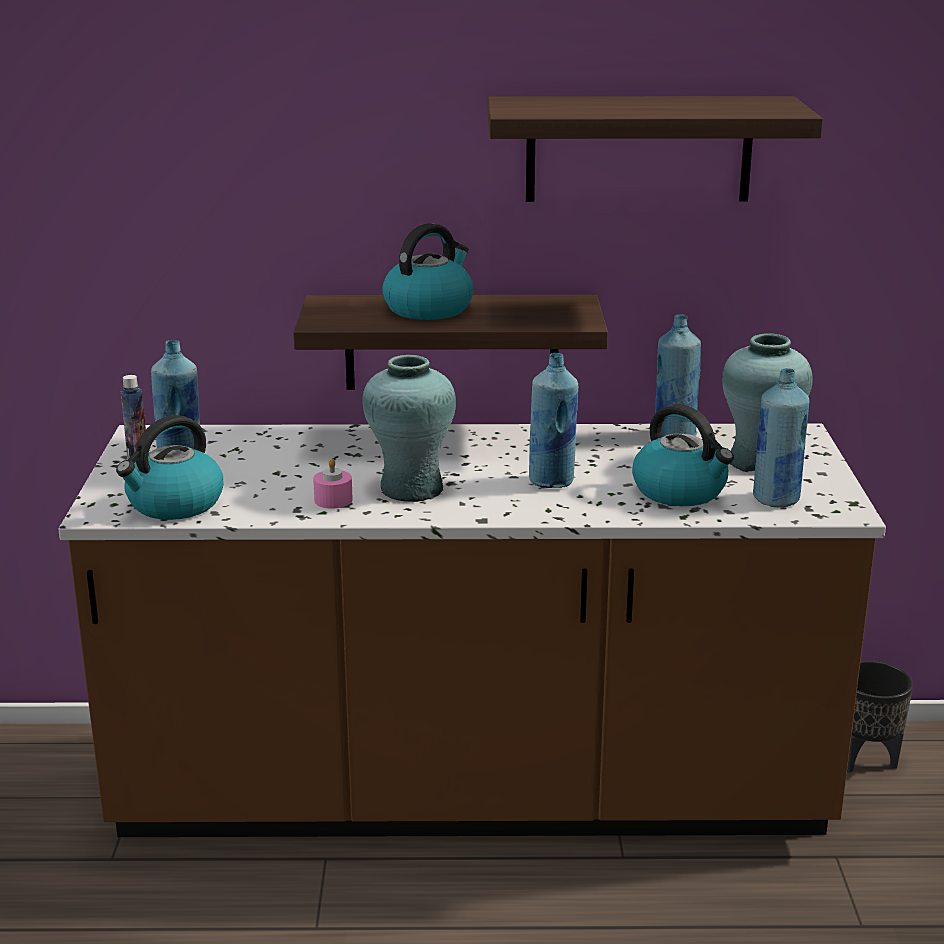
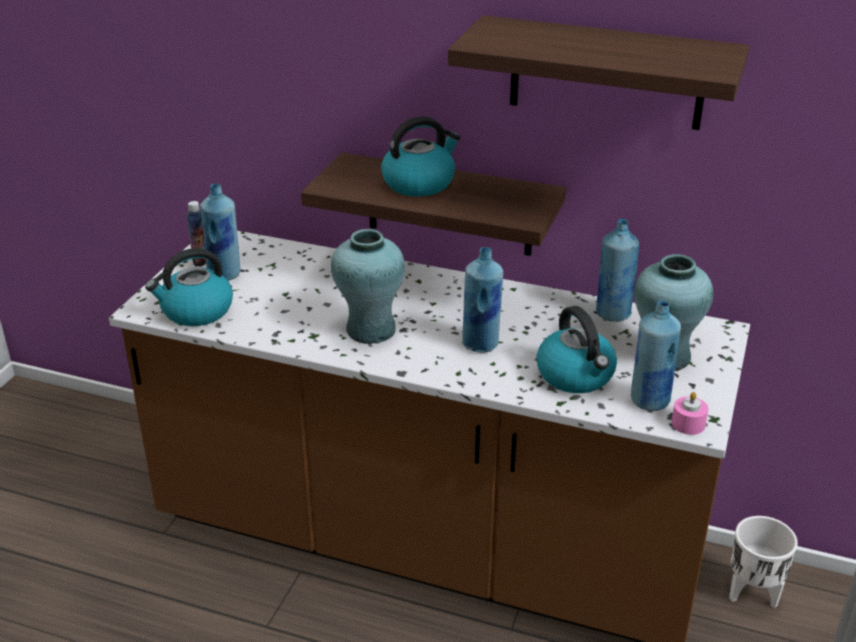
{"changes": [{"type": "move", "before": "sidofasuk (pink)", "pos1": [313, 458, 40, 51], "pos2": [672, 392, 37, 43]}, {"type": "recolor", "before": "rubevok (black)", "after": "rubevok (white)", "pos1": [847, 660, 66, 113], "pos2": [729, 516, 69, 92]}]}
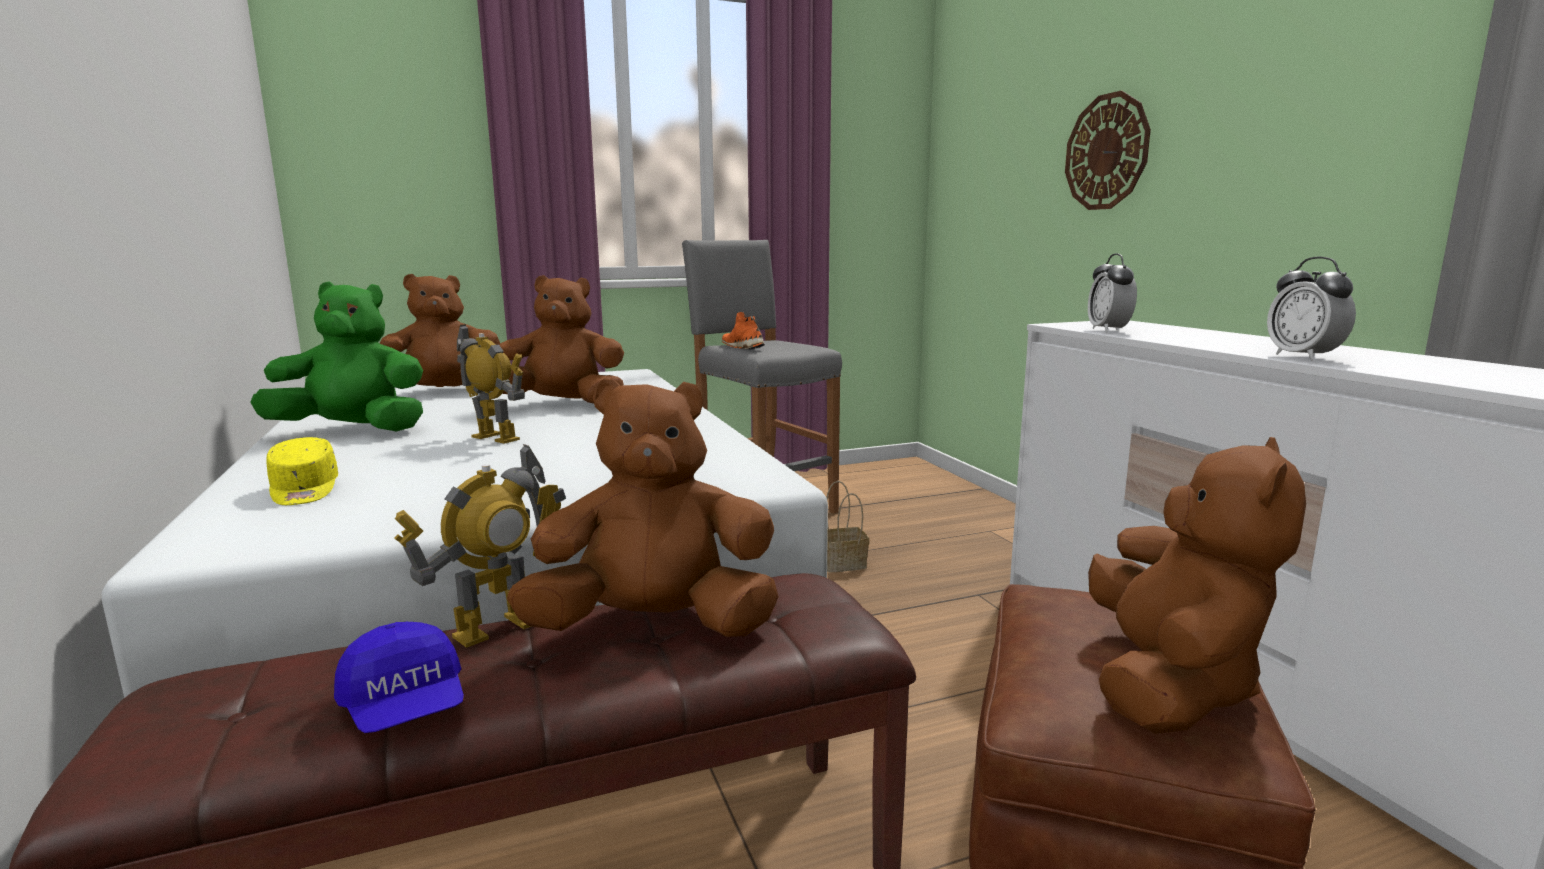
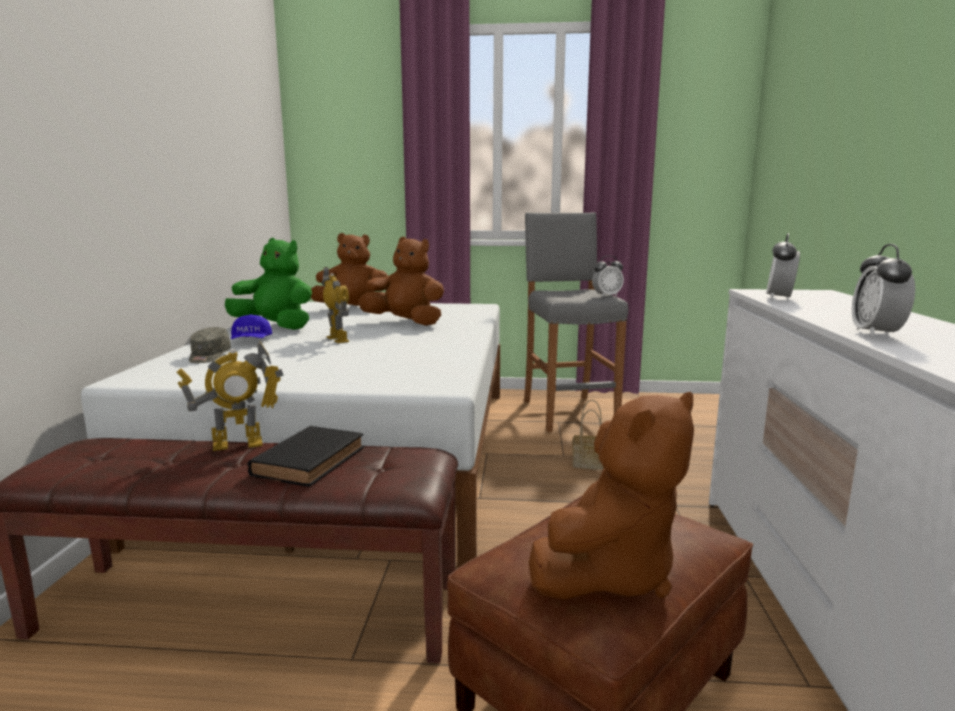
{"changes": [{"type": "delete", "before": "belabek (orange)", "pos1": [722, 312, 43, 37]}, {"type": "delete", "before": "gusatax", "pos1": [1065, 91, 86, 119]}, {"type": "insert", "after": "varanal", "pos2": [592, 256, 32, 41]}, {"type": "move", "before": "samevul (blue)", "pos1": [334, 622, 130, 111], "pos2": [231, 314, 41, 25]}, {"type": "replace", "before": "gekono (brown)", "after": "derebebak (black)", "pos1": [507, 378, 272, 259], "pos2": [247, 426, 117, 61]}, {"type": "recolor", "before": "samevul (yellow)", "after": "samevul (grey)", "pos1": [266, 437, 72, 68], "pos2": [189, 327, 42, 36]}]}
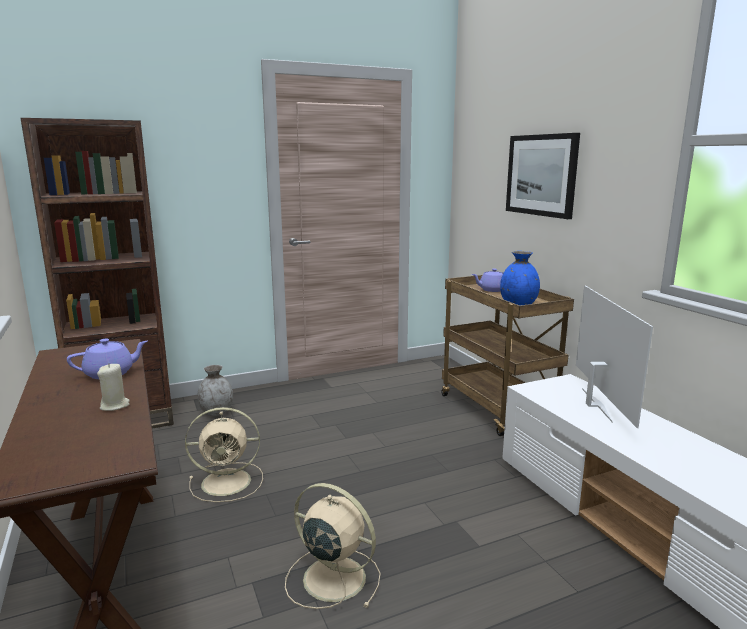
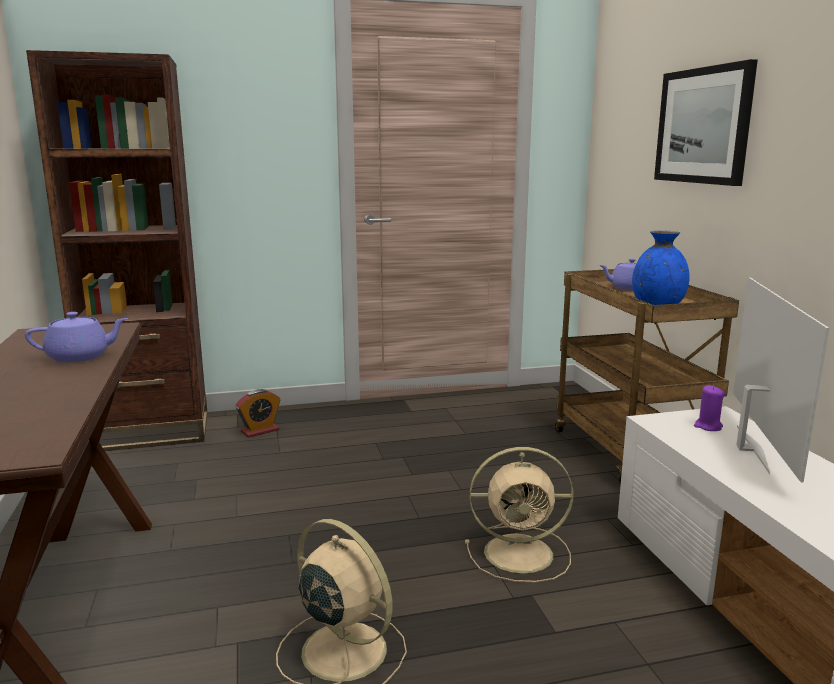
{"changes": [{"type": "delete", "before": "sidofasuk (beige)", "pos1": [97, 364, 33, 47]}, {"type": "insert", "after": "sidofasuk (purple)", "pos2": [694, 385, 31, 46]}, {"type": "move", "before": "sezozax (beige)", "pos1": [185, 407, 78, 95], "pos2": [465, 447, 109, 136]}, {"type": "replace", "before": "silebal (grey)", "after": "varanal", "pos1": [197, 365, 36, 51], "pos2": [236, 389, 44, 49]}]}
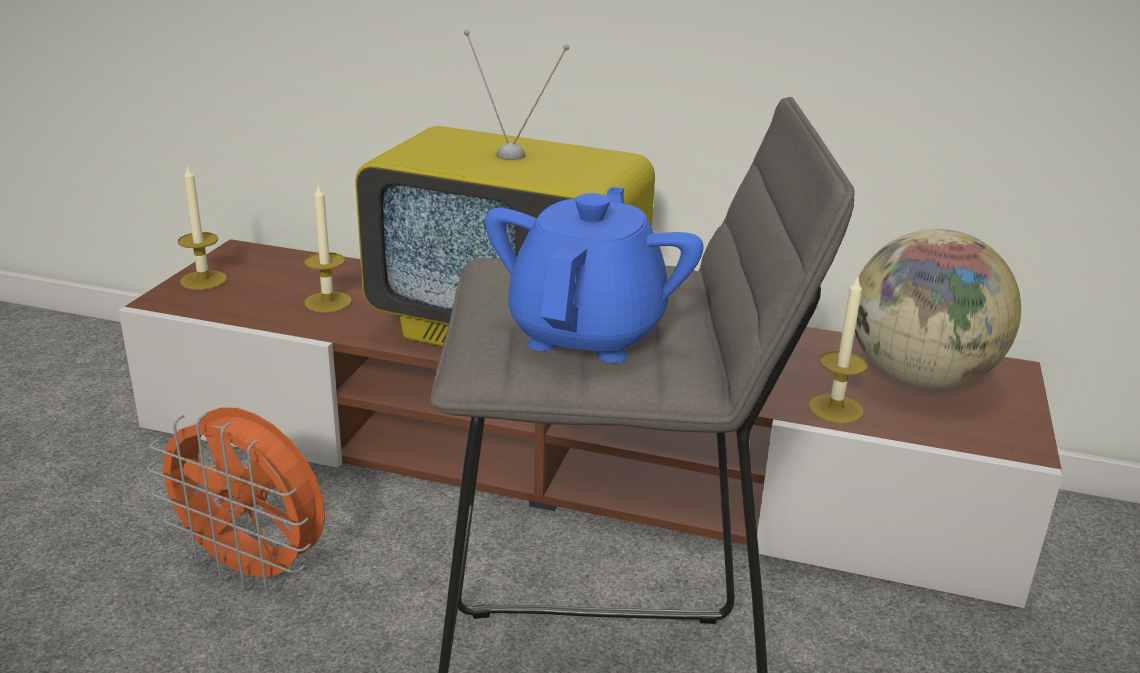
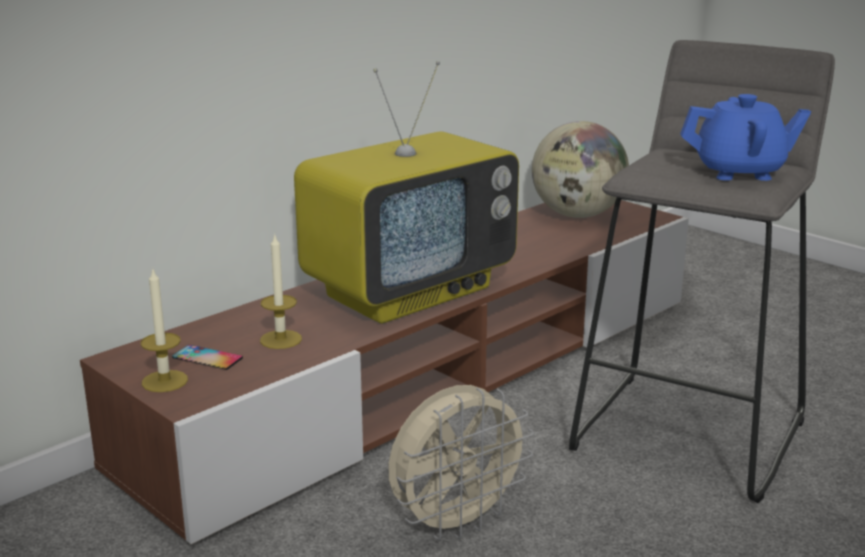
{"changes": [{"type": "delete", "before": "sidofasuk", "pos1": [808, 277, 60, 147]}, {"type": "insert", "after": "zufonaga", "pos2": [172, 345, 71, 25]}, {"type": "recolor", "before": "sezozax (orange)", "after": "sezozax (beige)", "pos1": [147, 407, 178, 185], "pos2": [388, 385, 146, 155]}, {"type": "rotate", "before": "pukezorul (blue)", "pos1": [485, 187, 219, 176], "pos2": [680, 94, 131, 87], "turn": 135}]}
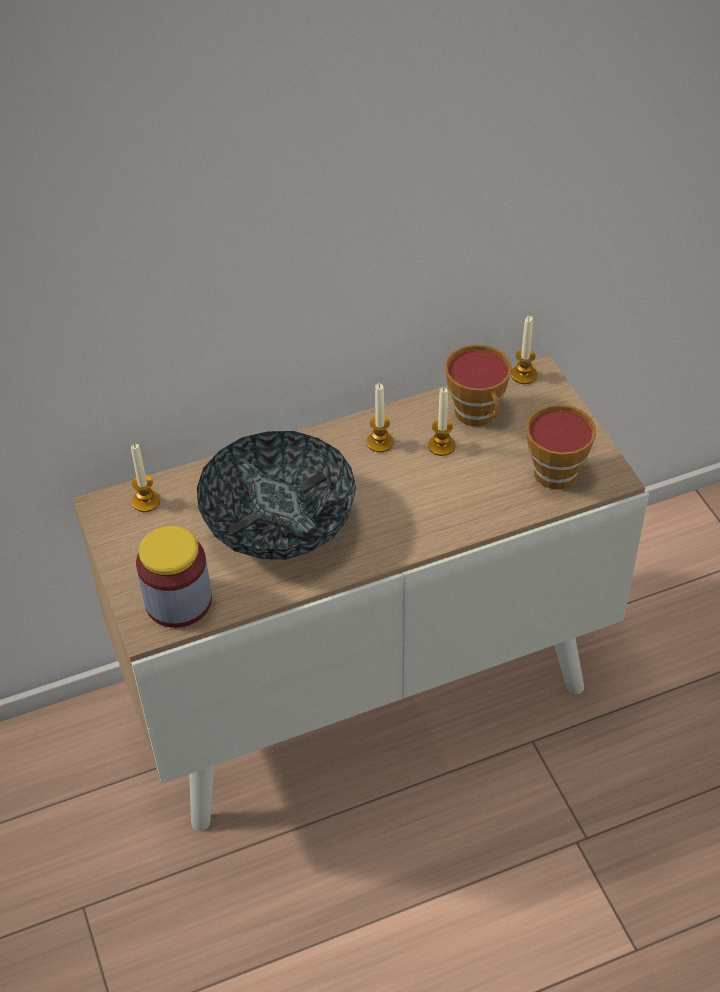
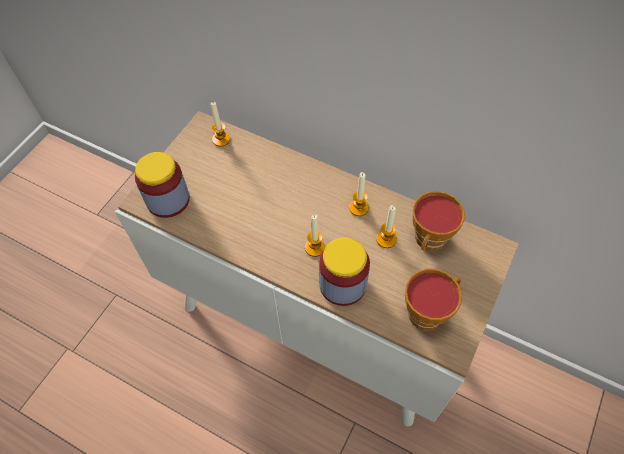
{"changes": [{"type": "delete", "before": "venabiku", "pos1": [197, 431, 159, 129]}, {"type": "insert", "after": "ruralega", "pos2": [319, 237, 51, 69]}, {"type": "move", "before": "sidofasuk", "pos1": [511, 316, 26, 68], "pos2": [305, 214, 20, 43]}]}
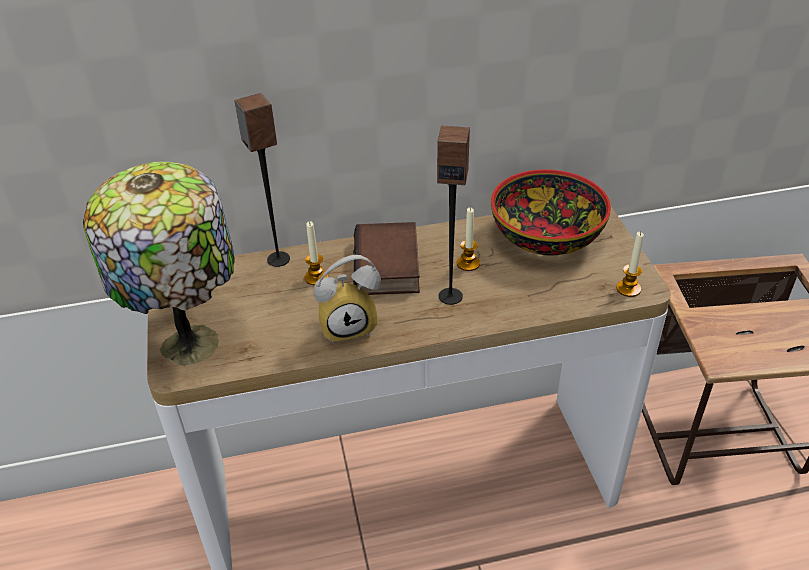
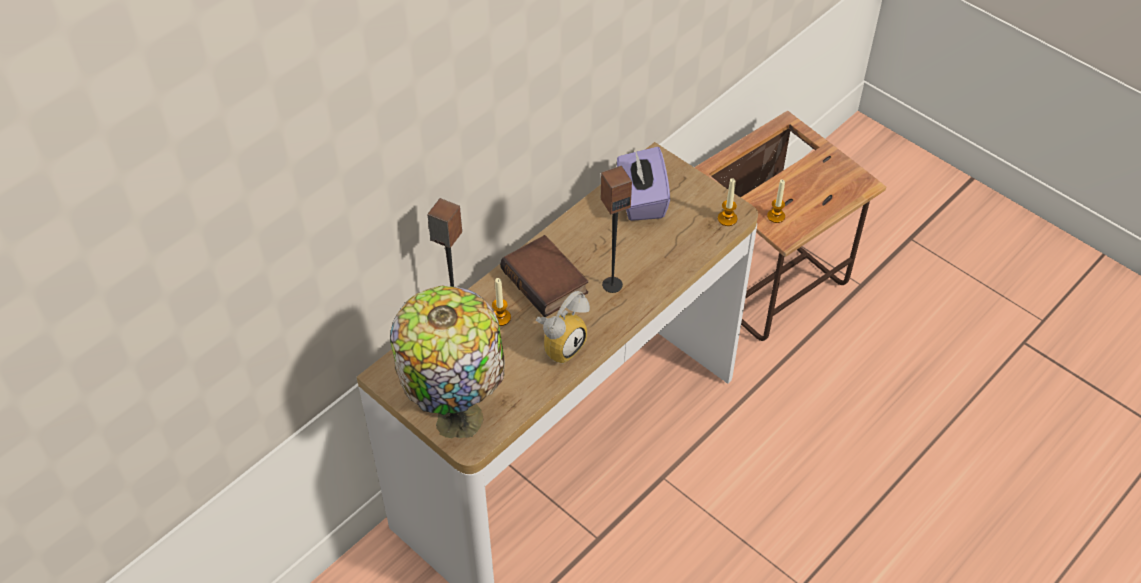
{"changes": [{"type": "move", "before": "sidofasuk", "pos1": [457, 207, 23, 64], "pos2": [767, 179, 18, 44]}, {"type": "replace", "before": "venabiku", "after": "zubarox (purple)", "pos1": [491, 169, 120, 87], "pos2": [617, 147, 53, 74]}]}
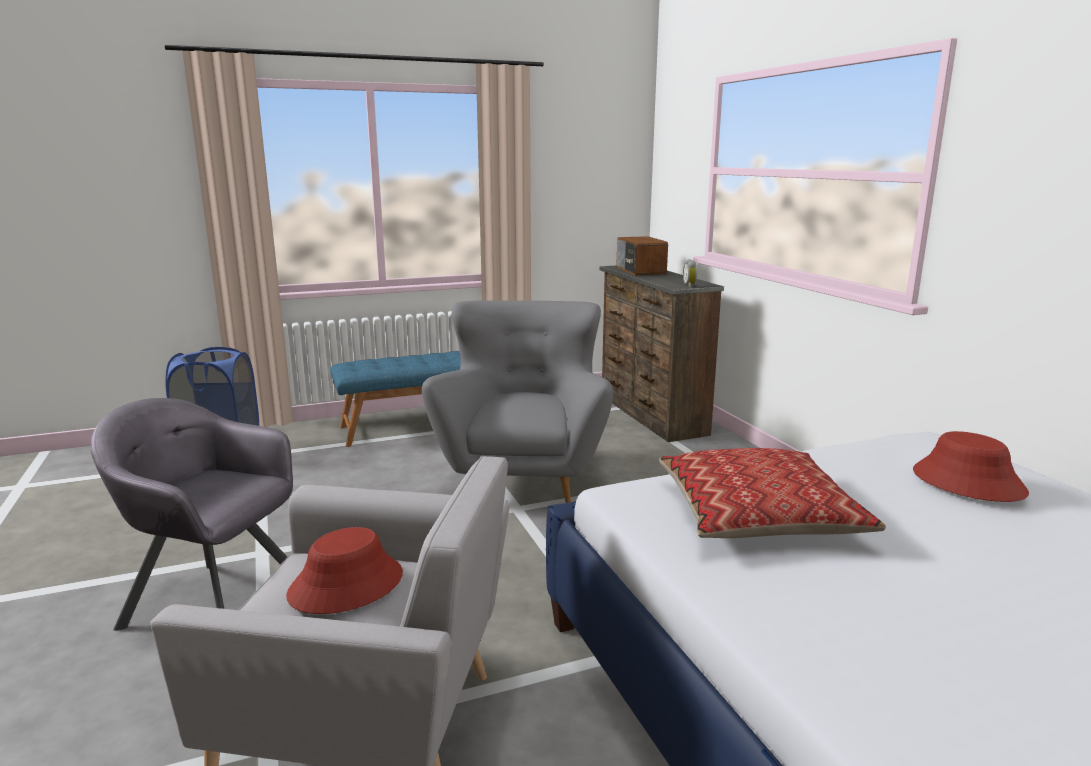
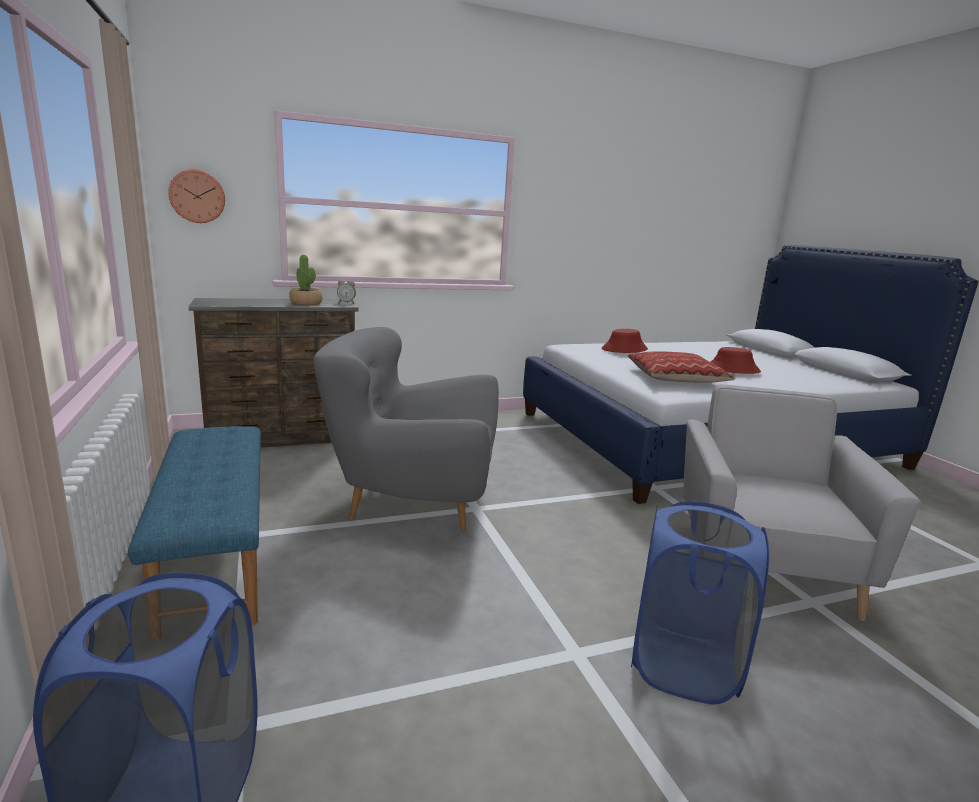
{"changes": [{"type": "delete", "before": "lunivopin", "pos1": [616, 236, 52, 39]}, {"type": "insert", "after": "gusatax", "pos2": [168, 169, 57, 54]}, {"type": "insert", "after": "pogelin", "pos2": [289, 255, 34, 50]}, {"type": "move", "before": "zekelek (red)", "pos1": [286, 527, 117, 87], "pos2": [711, 347, 50, 27]}, {"type": "replace", "before": "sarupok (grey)", "after": "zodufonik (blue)", "pos1": [91, 398, 202, 233], "pos2": [631, 500, 138, 205]}]}
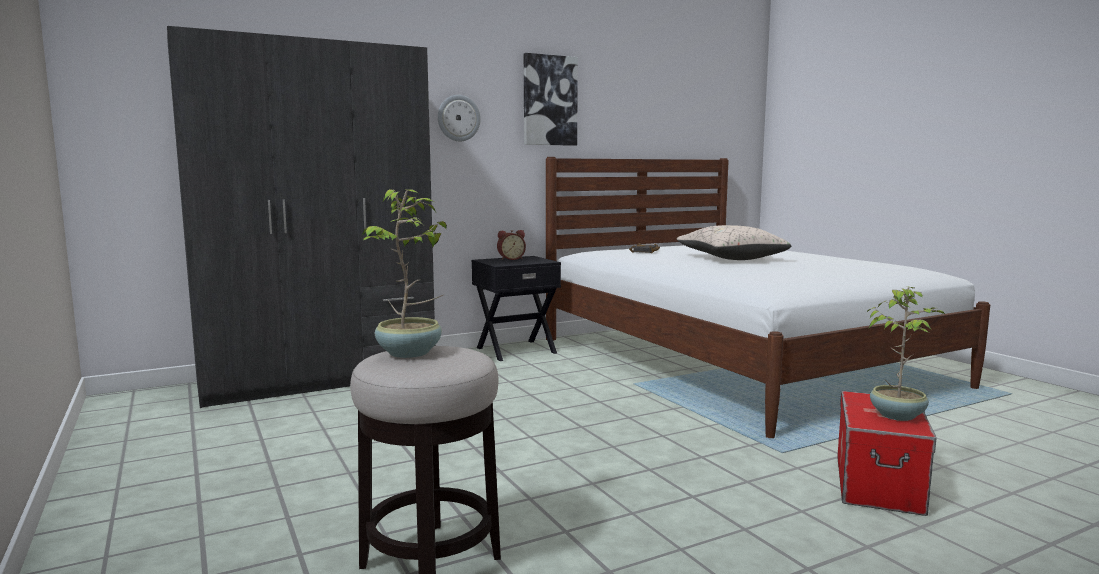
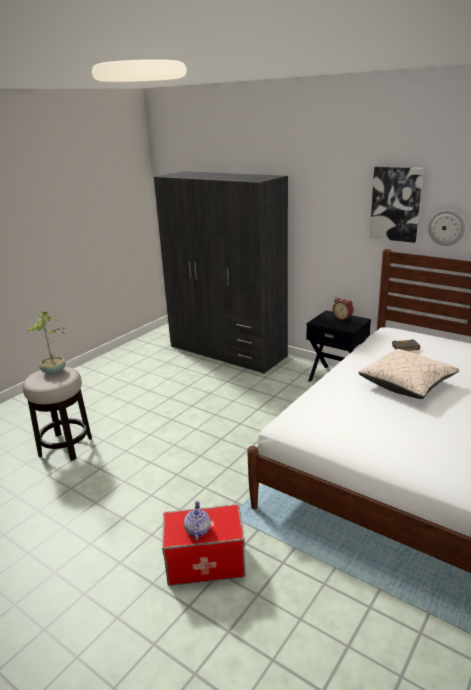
{"changes": [{"type": "move", "before": "gusatax", "pos1": [438, 95, 43, 46], "pos2": [428, 210, 38, 36]}, {"type": "replace", "before": "pogelin", "after": "pukezorul", "pos1": [867, 286, 78, 135], "pos2": [184, 501, 27, 39]}]}
